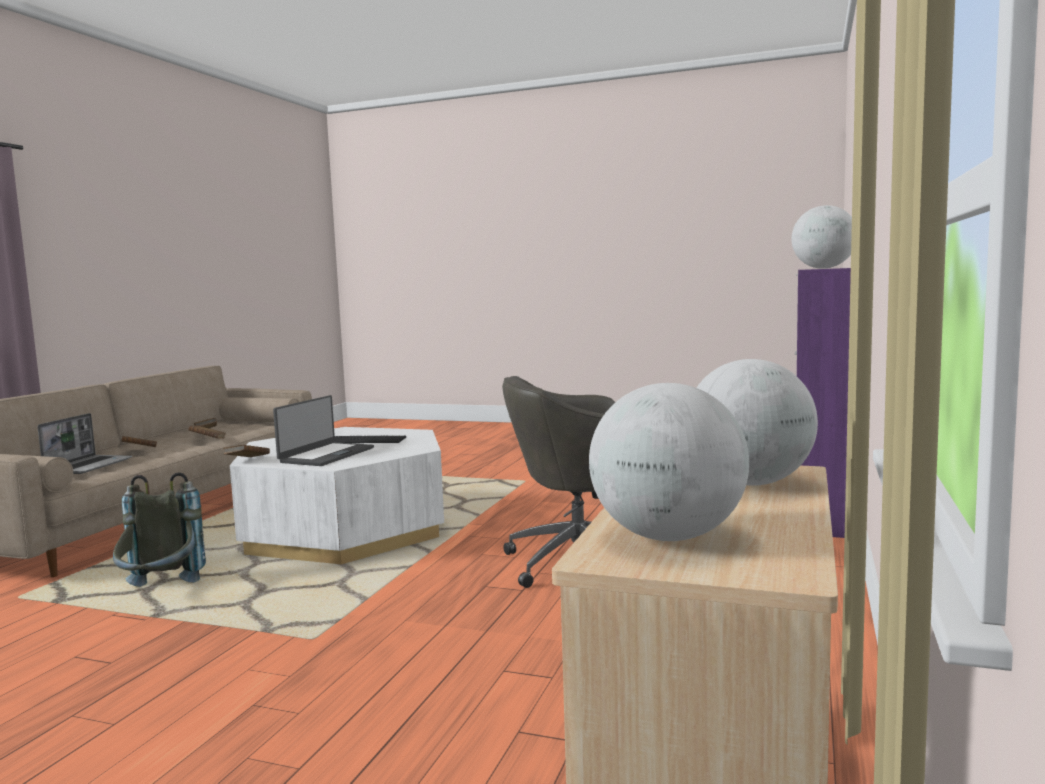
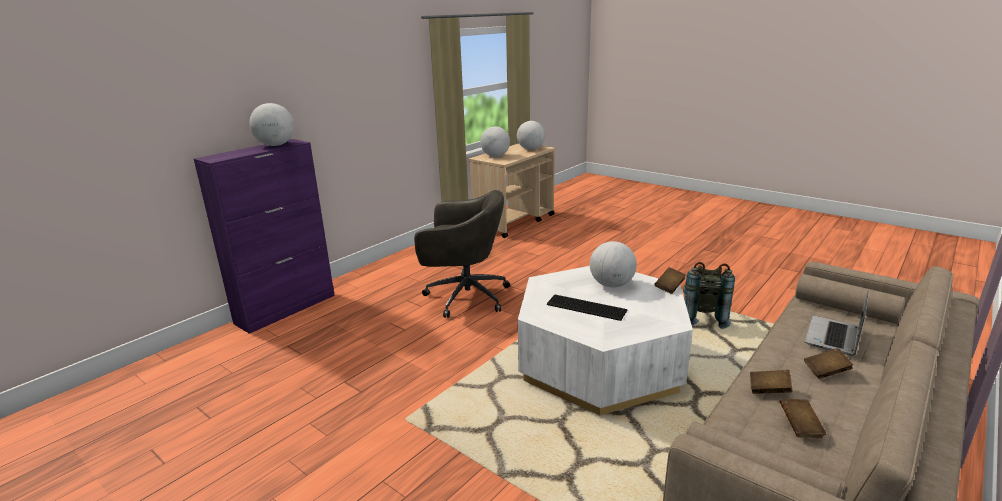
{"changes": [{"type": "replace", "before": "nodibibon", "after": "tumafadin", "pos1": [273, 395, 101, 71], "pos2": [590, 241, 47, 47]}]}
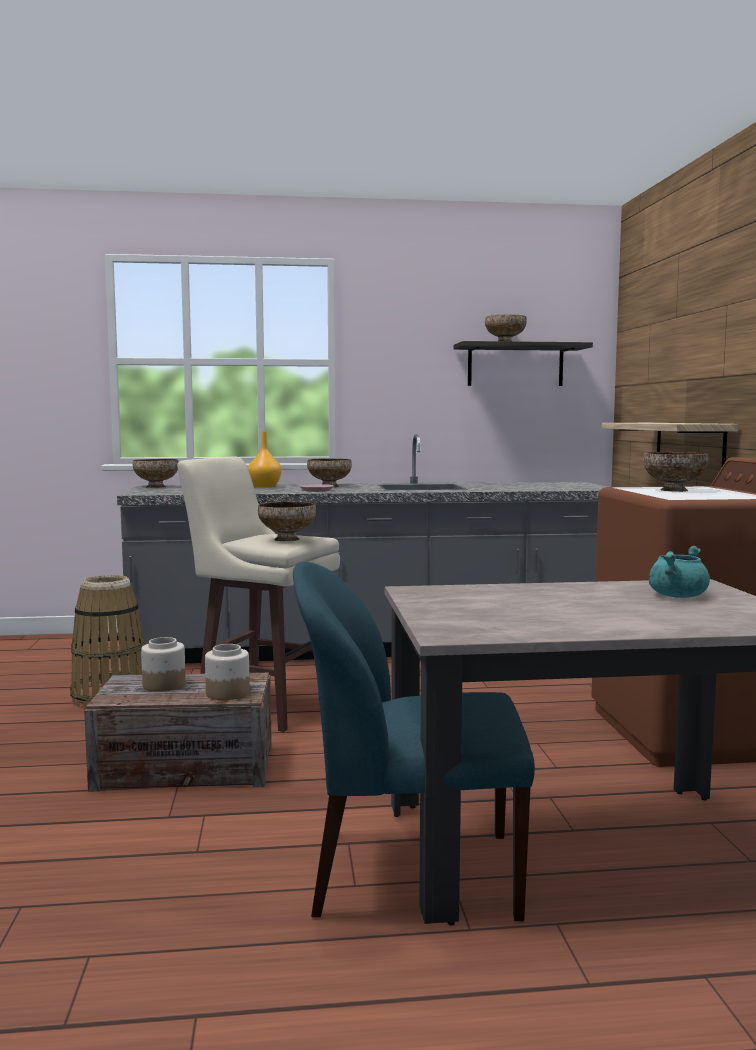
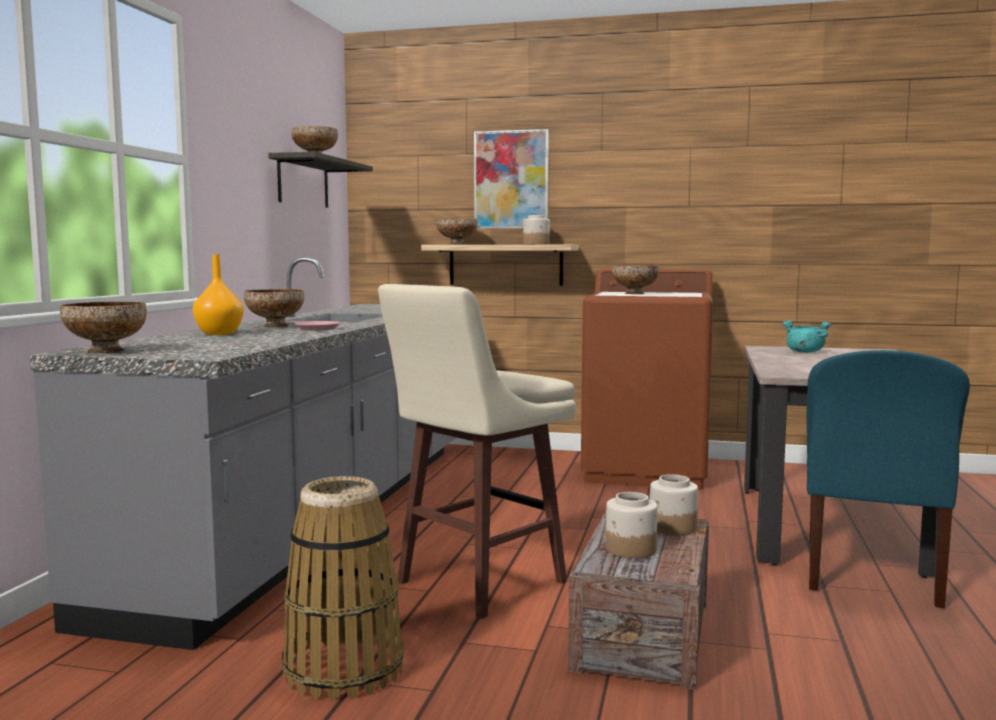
{"changes": [{"type": "insert", "after": "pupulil", "pos2": [474, 129, 75, 100]}, {"type": "insert", "after": "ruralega", "pos2": [523, 215, 27, 30]}, {"type": "move", "before": "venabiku", "pos1": [258, 502, 58, 39], "pos2": [436, 218, 42, 27]}]}
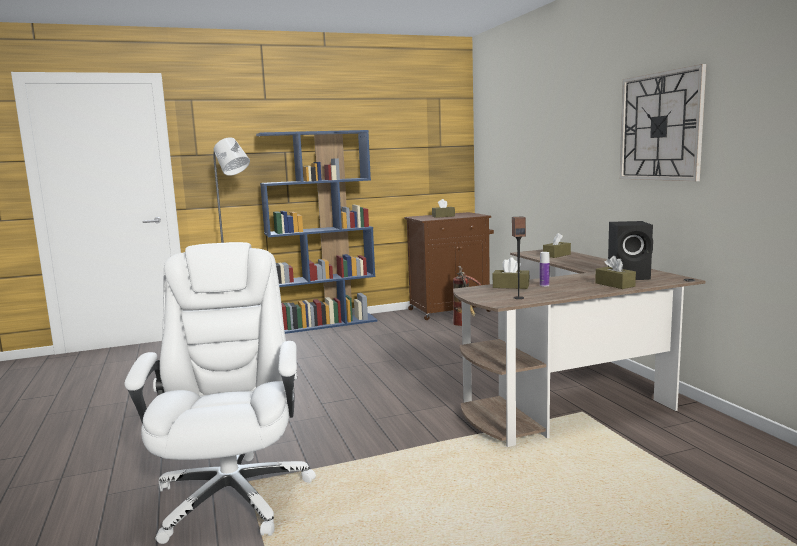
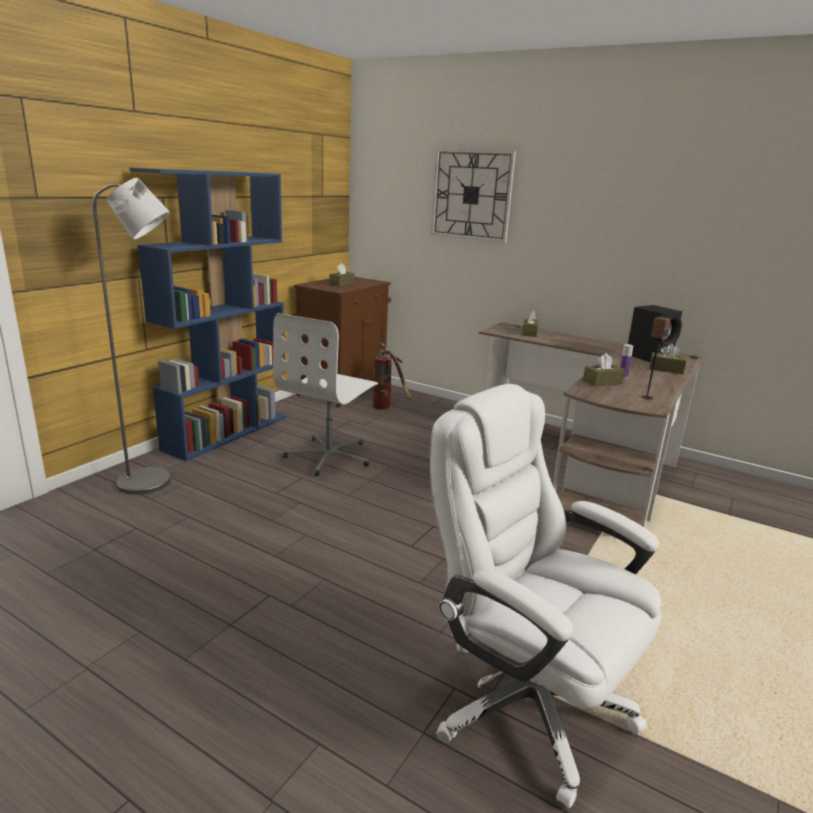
{"changes": [{"type": "insert", "after": "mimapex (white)", "pos2": [273, 313, 105, 163]}, {"type": "move", "before": "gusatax", "pos1": [620, 64, 86, 117], "pos2": [431, 149, 85, 94]}]}
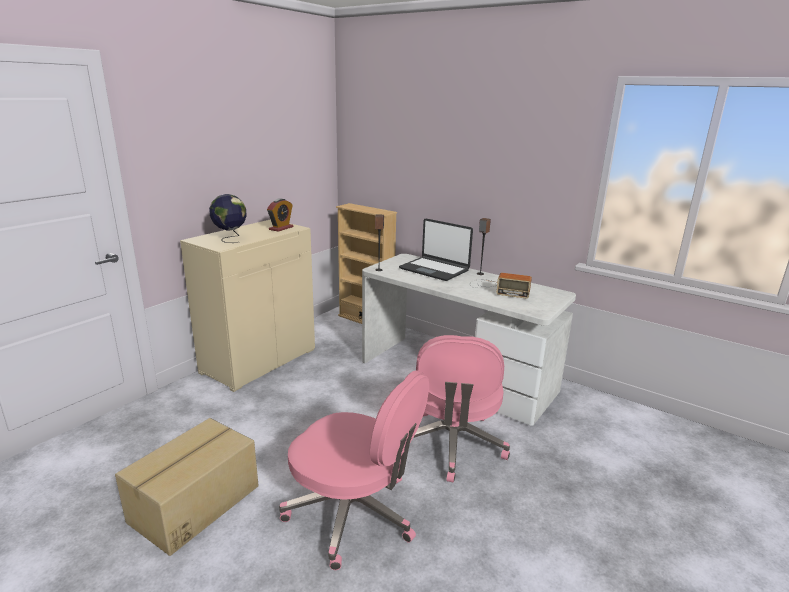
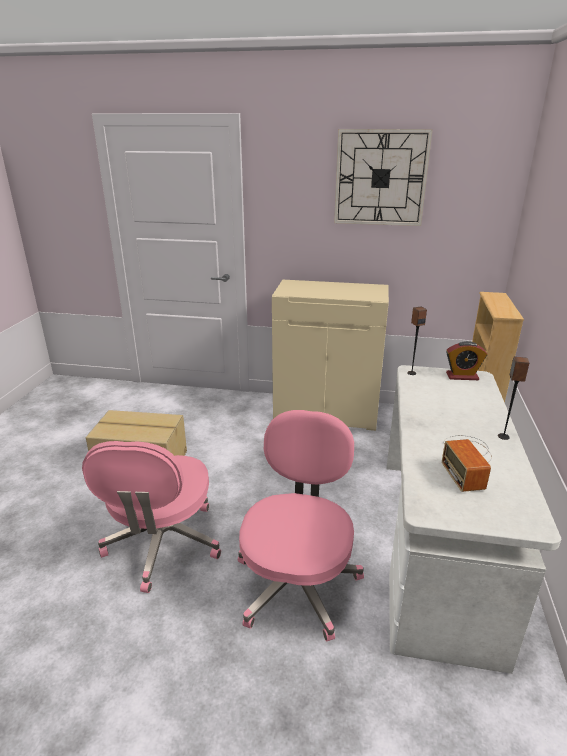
{"changes": [{"type": "delete", "before": "tumafadin", "pos1": [209, 194, 38, 49]}, {"type": "delete", "before": "nodibibon", "pos1": [399, 219, 74, 62]}, {"type": "insert", "after": "gusatax", "pos2": [334, 129, 99, 97]}, {"type": "move", "before": "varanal", "pos1": [267, 198, 26, 34], "pos2": [446, 341, 41, 39]}, {"type": "rotate", "before": "mimapex (pink)", "pos1": [413, 335, 97, 148], "pos2": [238, 410, 126, 232], "turn": 120}]}
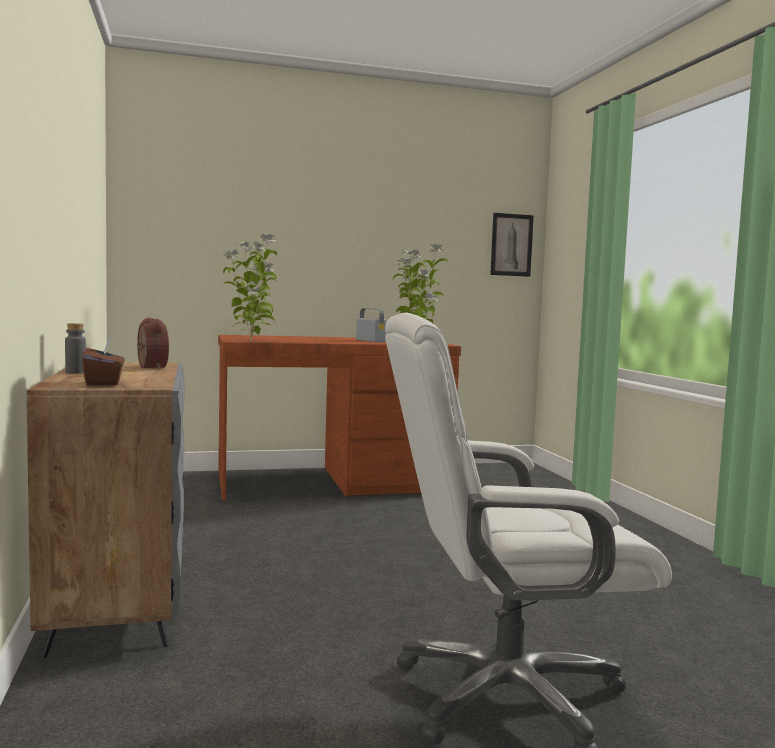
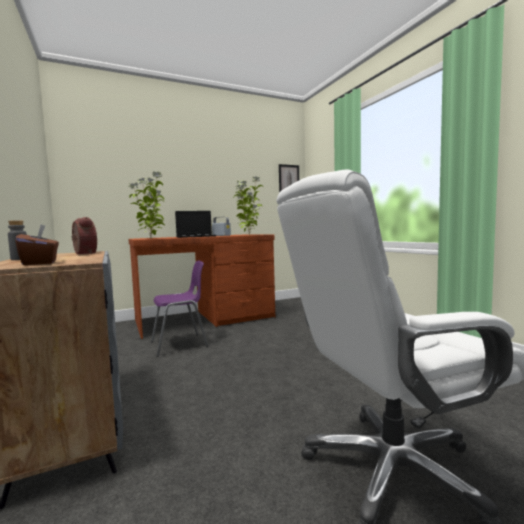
{"changes": [{"type": "insert", "after": "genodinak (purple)", "pos2": [151, 261, 57, 95]}, {"type": "insert", "after": "nodibibon", "pos2": [175, 211, 41, 27]}]}
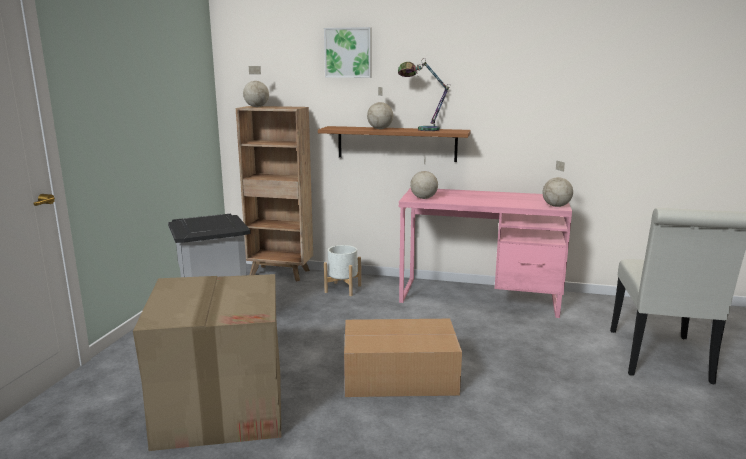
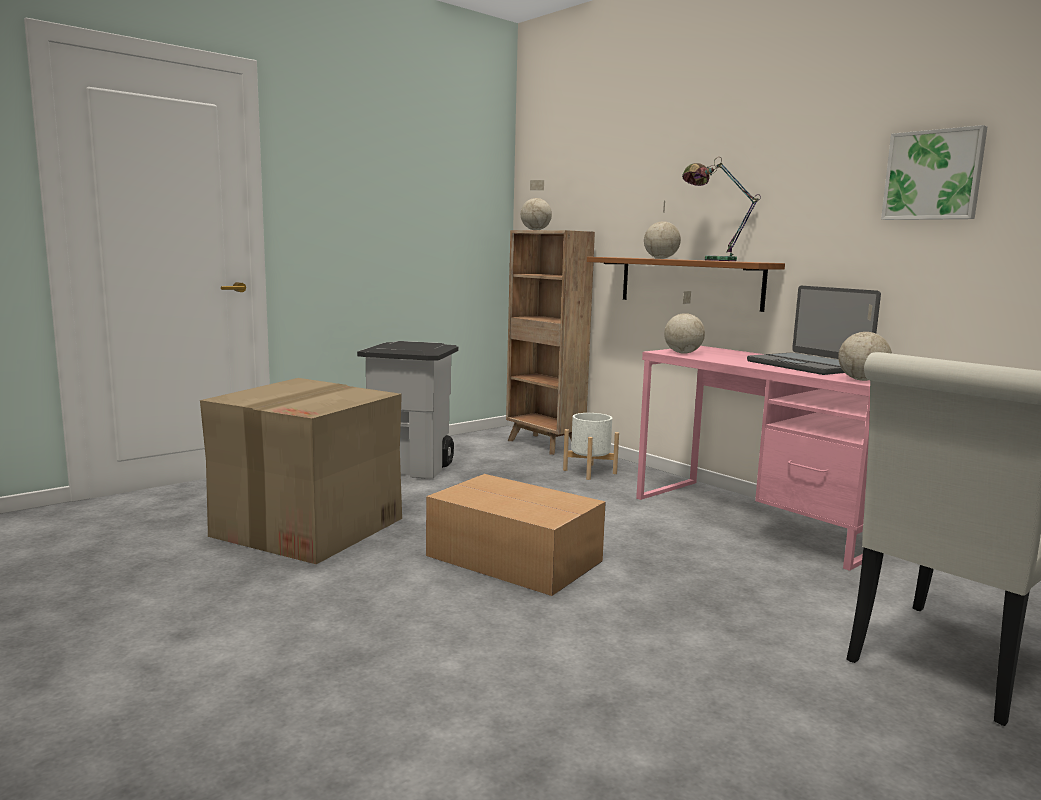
{"changes": [{"type": "insert", "after": "nodibibon", "pos2": [747, 286, 134, 89]}, {"type": "move", "before": "pupulil", "pos1": [324, 27, 48, 51], "pos2": [881, 125, 107, 95]}]}
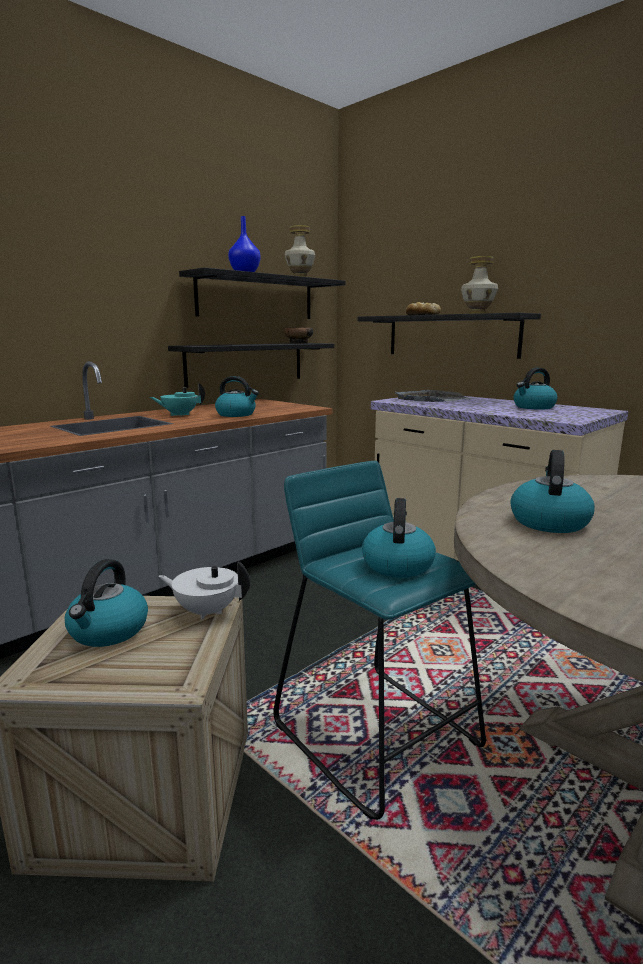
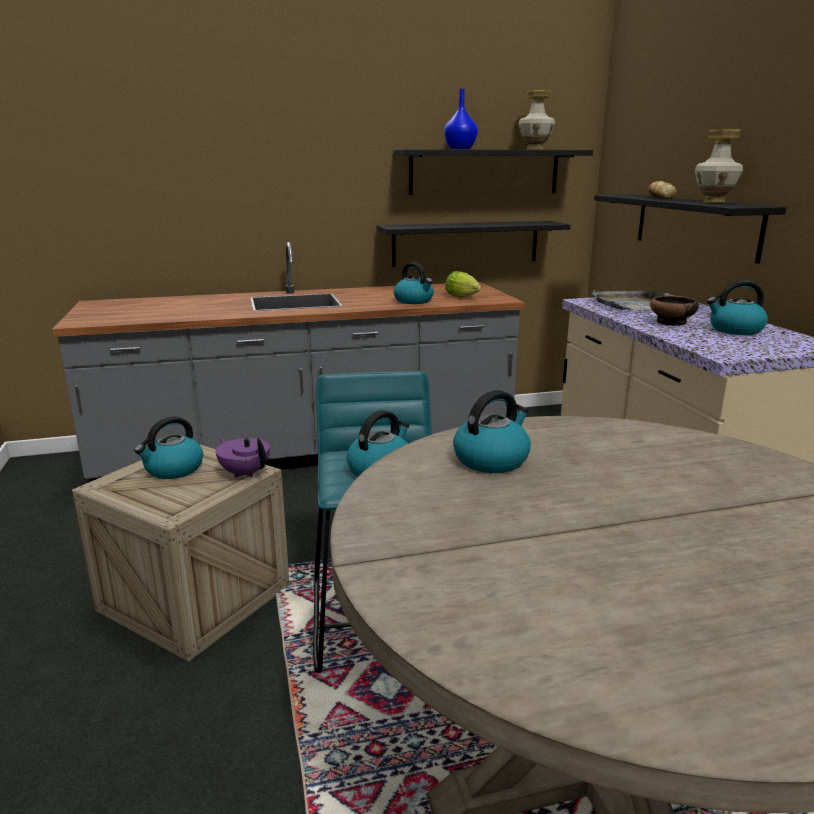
{"changes": [{"type": "delete", "before": "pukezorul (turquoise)", "pos1": [150, 383, 55, 33]}, {"type": "insert", "after": "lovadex", "pos2": [445, 271, 36, 26]}, {"type": "move", "before": "venabiku", "pos1": [284, 328, 29, 15], "pos2": [650, 296, 49, 30]}, {"type": "recolor", "before": "pukezorul (white)", "after": "pukezorul (purple)", "pos1": [158, 561, 92, 59], "pos2": [215, 437, 55, 41]}]}
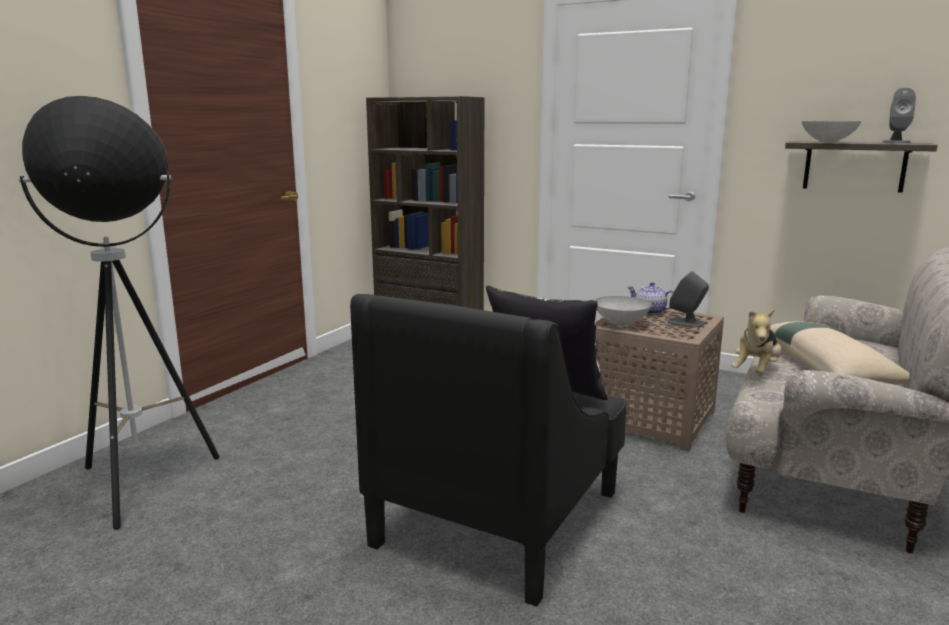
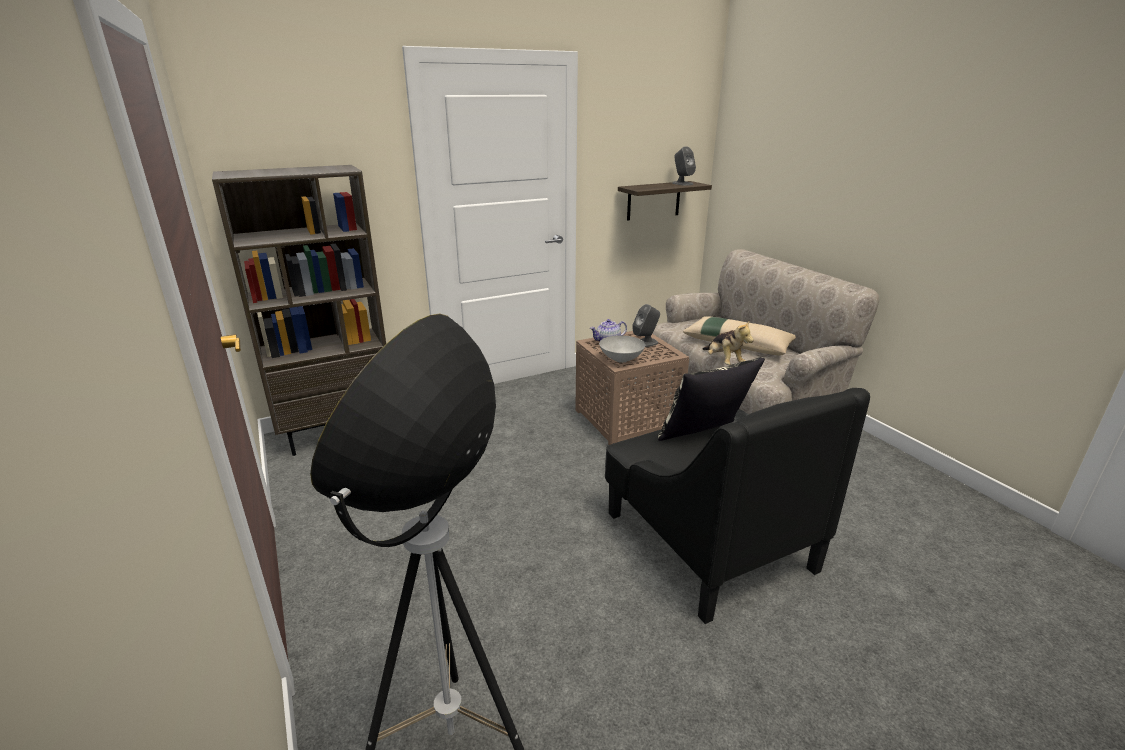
{"changes": [{"type": "delete", "before": "venabiku (grey)", "pos1": [801, 121, 61, 21]}]}
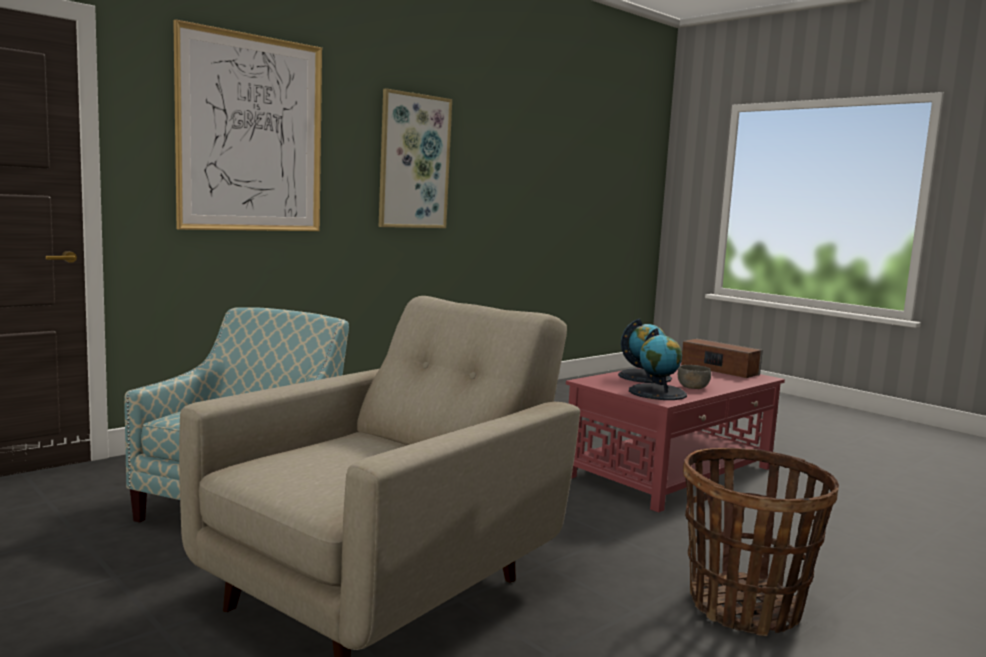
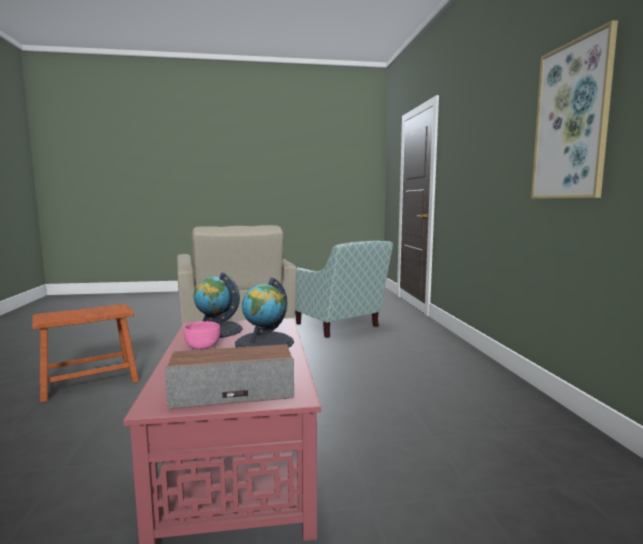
{"changes": [{"type": "delete", "before": "pupulil", "pos1": [173, 20, 149, 211]}, {"type": "replace", "before": "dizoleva", "after": "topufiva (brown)", "pos1": [683, 448, 156, 188], "pos2": [32, 304, 107, 99]}, {"type": "recolor", "before": "venabiku (grey)", "after": "venabiku (pink)", "pos1": [678, 365, 33, 24], "pos2": [183, 321, 38, 29]}]}
